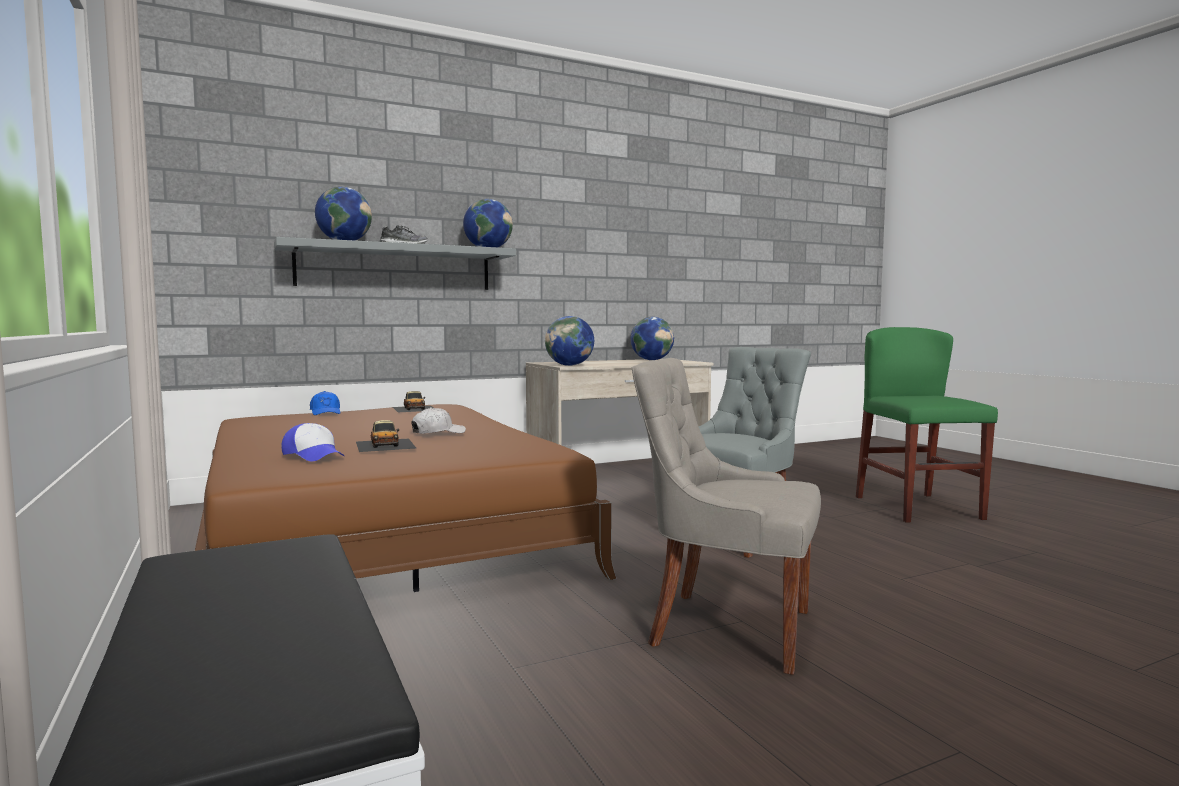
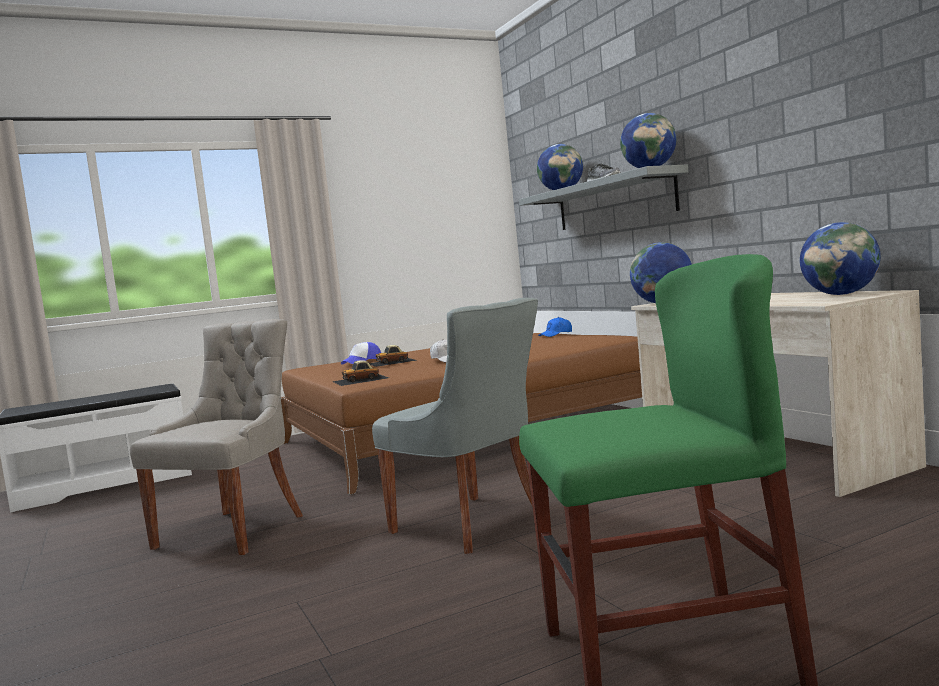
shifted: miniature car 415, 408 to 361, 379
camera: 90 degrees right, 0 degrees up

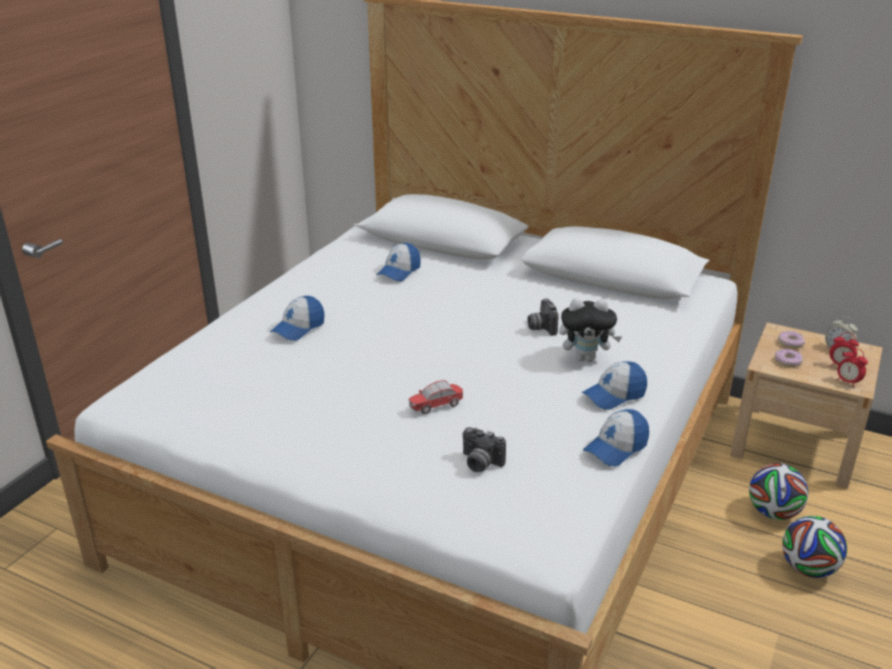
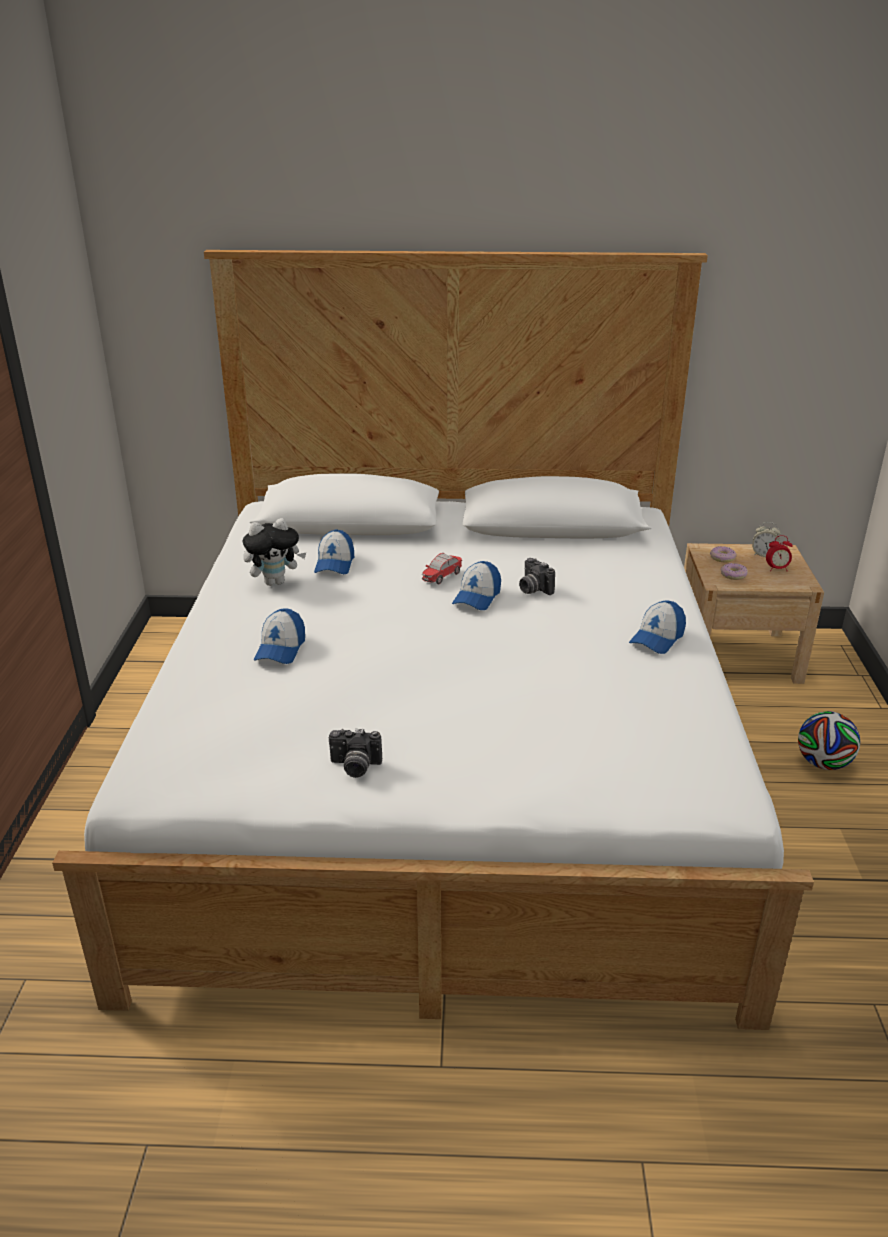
gone: football ball 773, 512; bedside clock 847, 382
shifted: miniature car 436, 406 to 442, 577; still camera 479, 463 to 355, 767; cuddly toy 586, 358 to 275, 582; baseball cap 616, 447 to 477, 597
camera: 25 degrees left, 0 degrees up

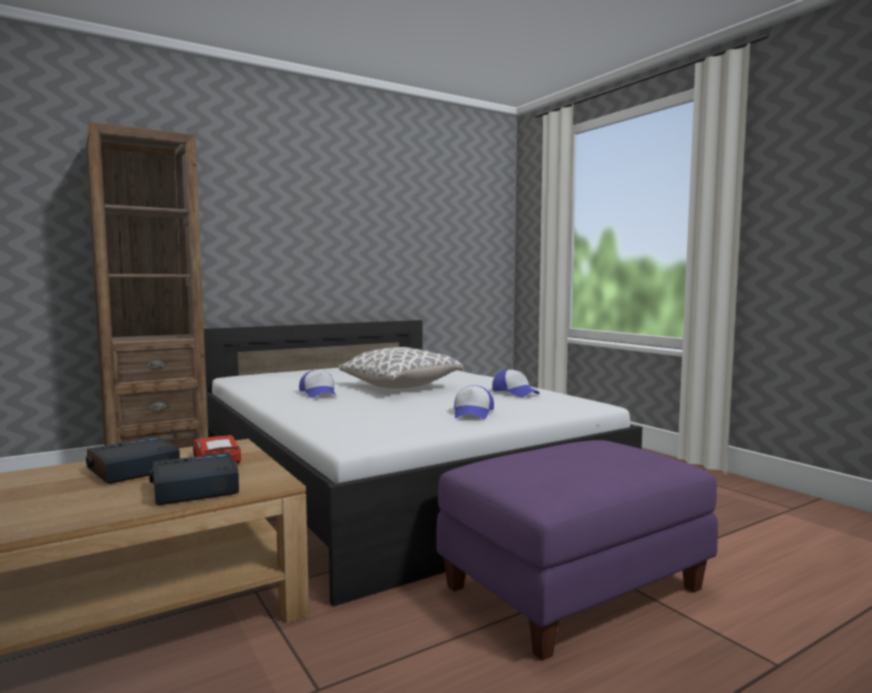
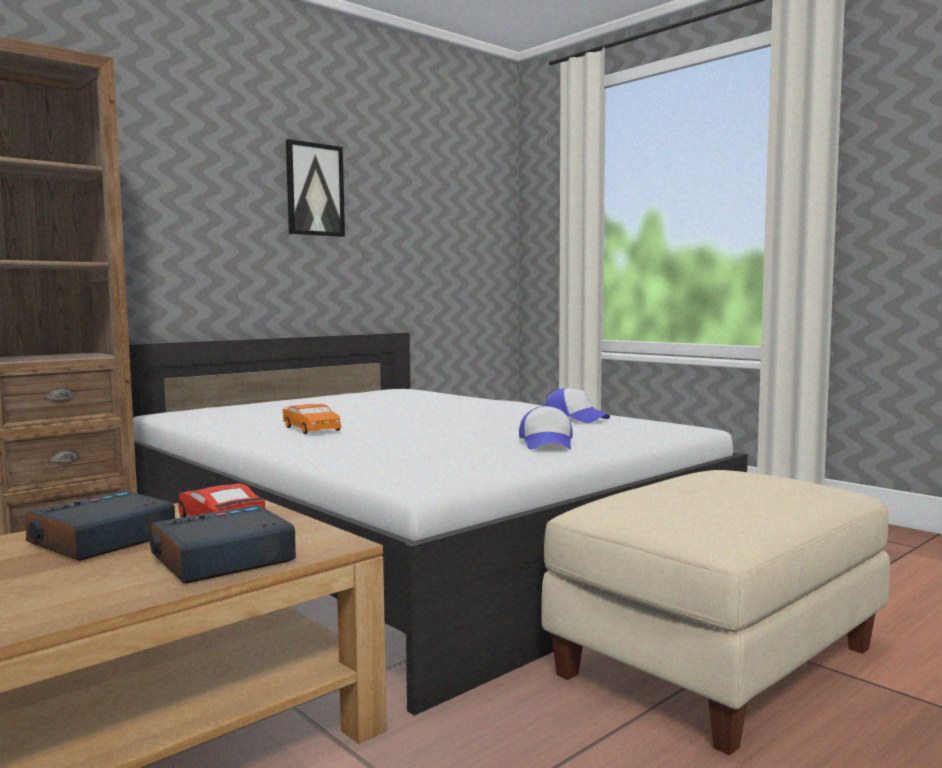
gone: cushion 400, 387
new: picture 314, 190
swapped: baseball cap 319, 393 to orange-coloured miniature car 311, 428
repainted: purple-coloured ottoman 573, 587 to beige ottoman 716, 660
camera: 10 degrees left, 0 degrees up

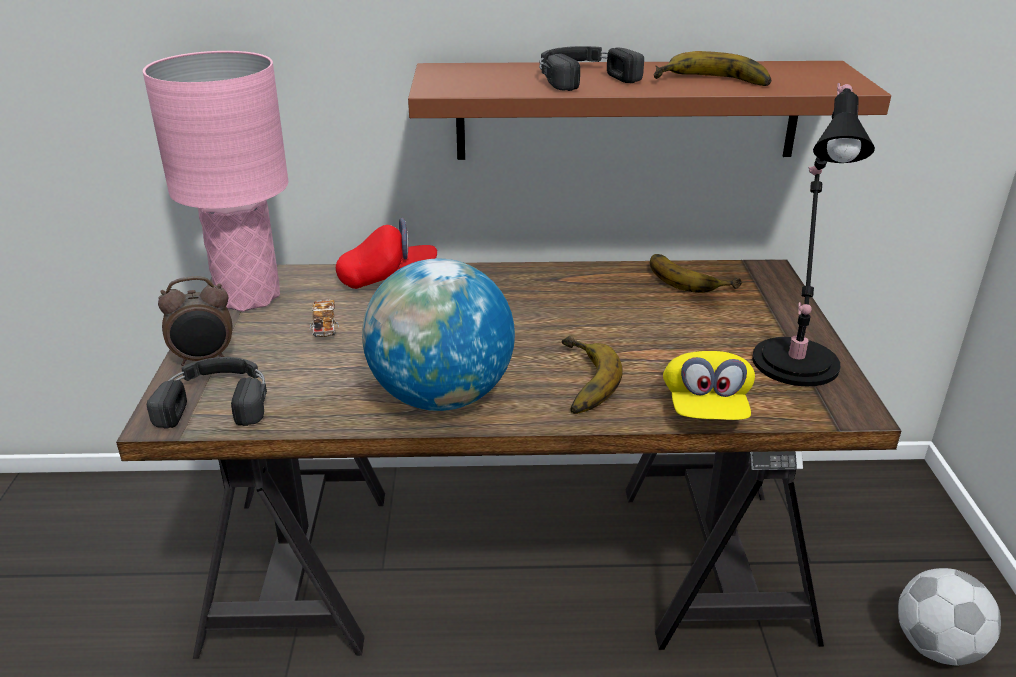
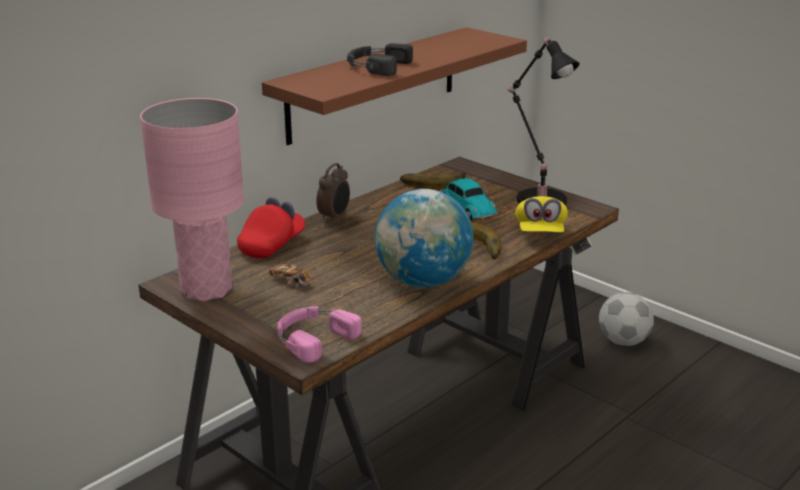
gone: whole banana 712, 83
new: miniature car 466, 207
shifted: bedside clock 204, 359 to 335, 217
repainted: black-coloured headphones 217, 400 to pinkish headphones 312, 338
rotated: yellow baseball cap 705, 408 = 540, 233 45 degrees clockwise
camera: 45 degrees left, 5 degrees down

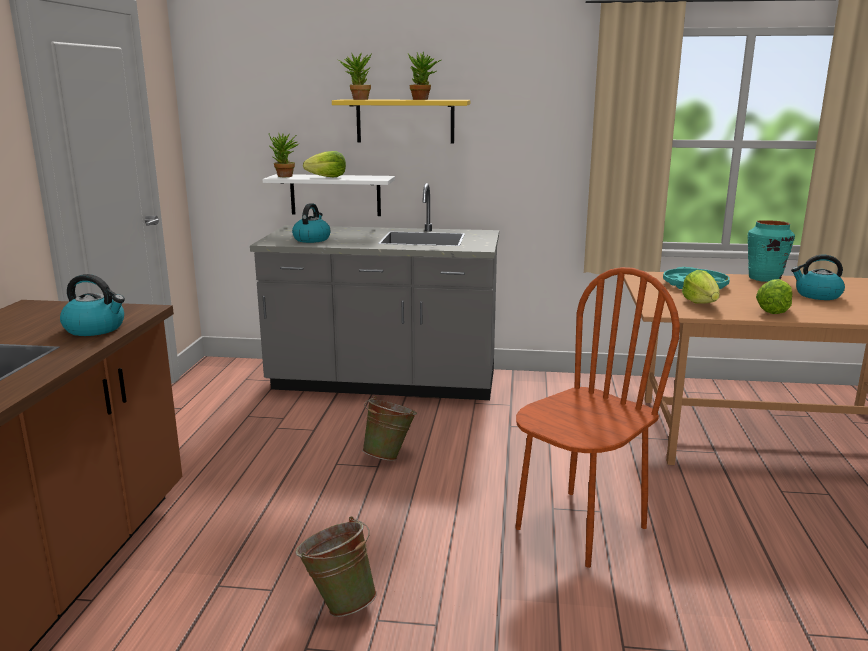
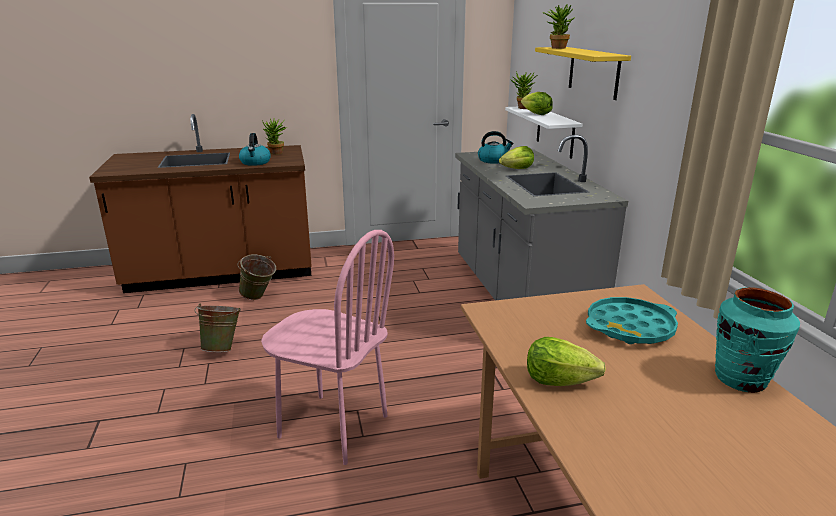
gone: water kettle 817, 295
shifted: greenish bucket 390, 456 to 259, 298; potted plant 423, 99 to 276, 153; head of lettuce 700, 303 to 517, 169
repainted: brownish chair 580, 527 to pinkish chair 333, 427
camera: 70 degrees right, 5 degrees up

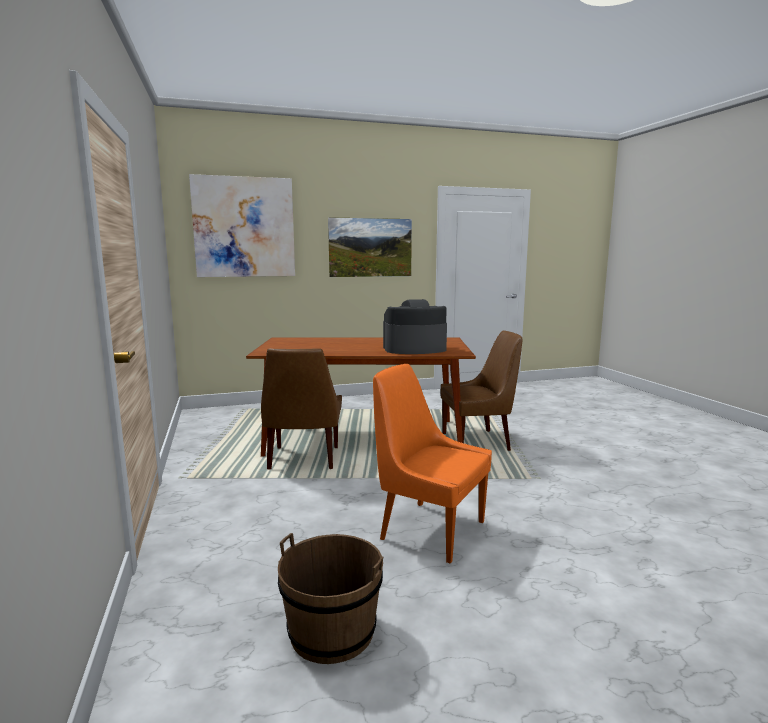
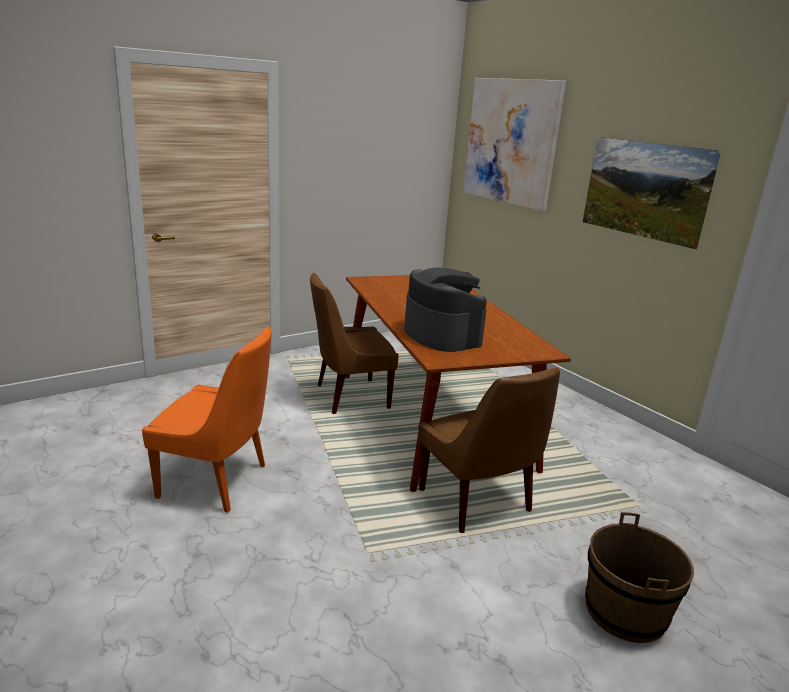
shifted: brownish bucket 332, 631 to 625, 612
rotated: orange-coloured chair 429, 529 = 217, 481 90 degrees clockwise
camera: 70 degrees right, 10 degrees up

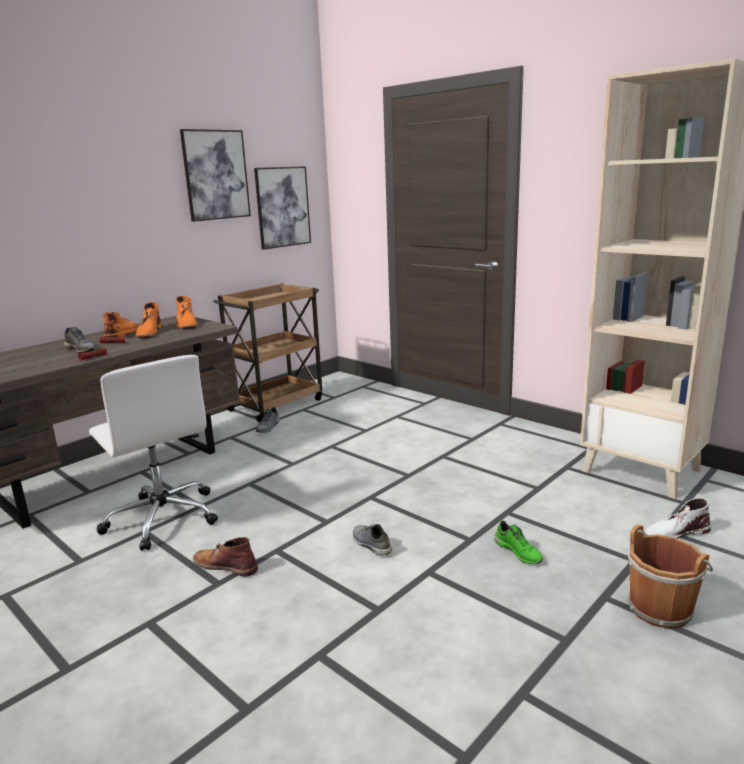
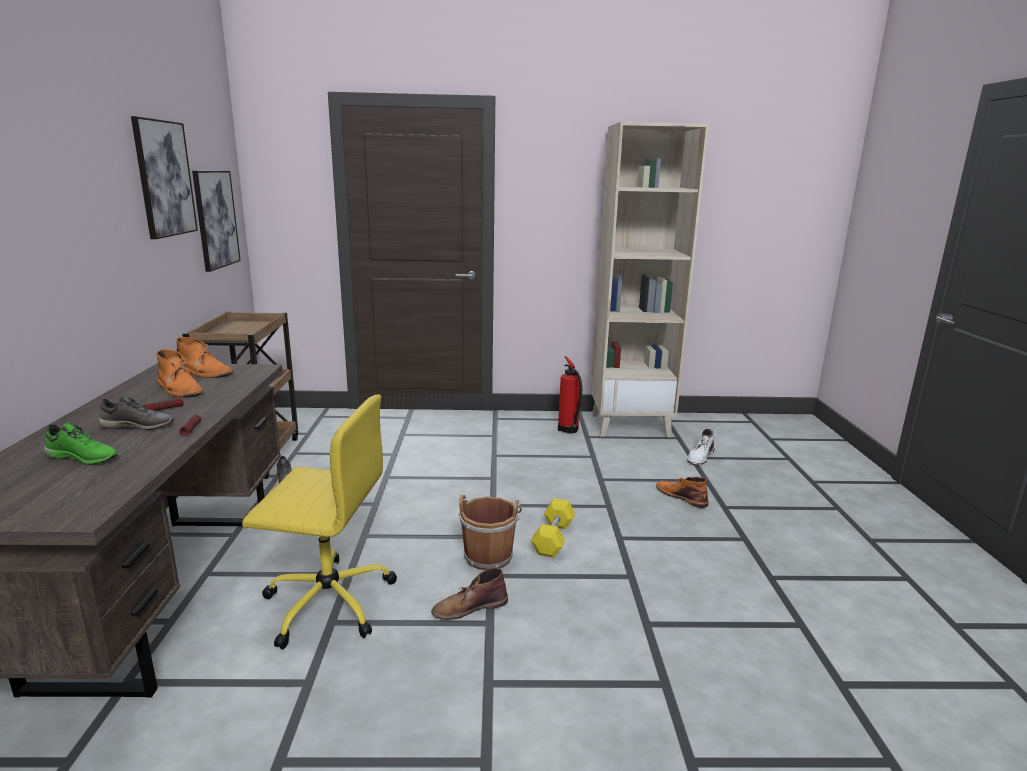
new: extinguisher 568, 430
shifted: orange-coloured high-top boot 122, 333 to 681, 496; greenish low shoe 518, 552 to 84, 457; brownish bucket 660, 607 to 488, 555
swapped: grey low shoe 370, 545 to yellow free weight 553, 538
repainted: whitish computer chair 162, 517 to yellow computer chair 327, 601
camera: 45 degrees left, 0 degrees up

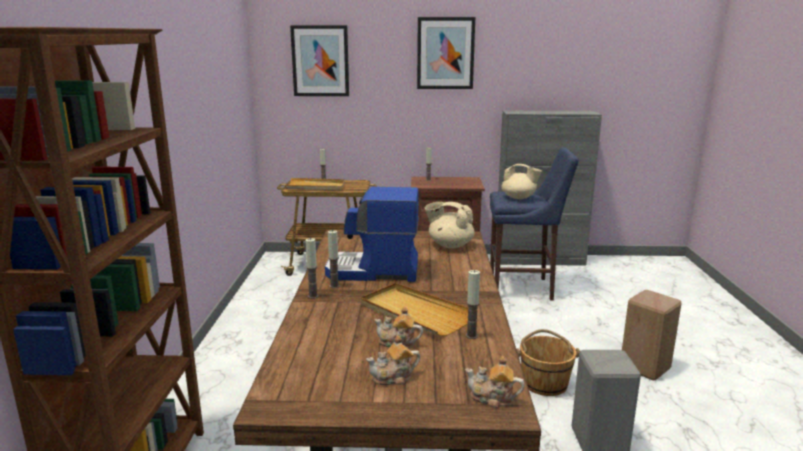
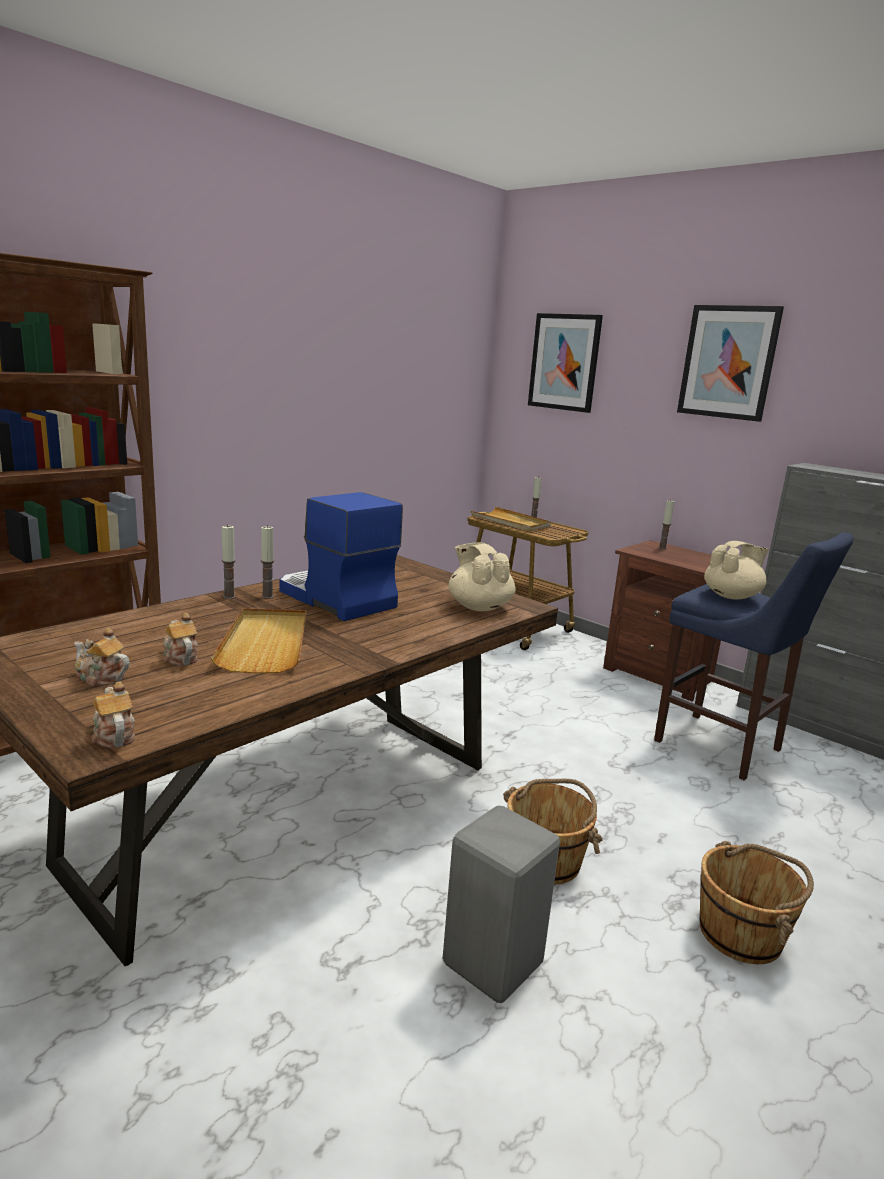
gone: wax candle 471, 336
swapped: beige stool 646, 368 to brownish bucket 742, 934
rotated: beige teapot 519, 198 = 732, 596 90 degrees counterclockwise
camera: 40 degrees right, 0 degrees up

